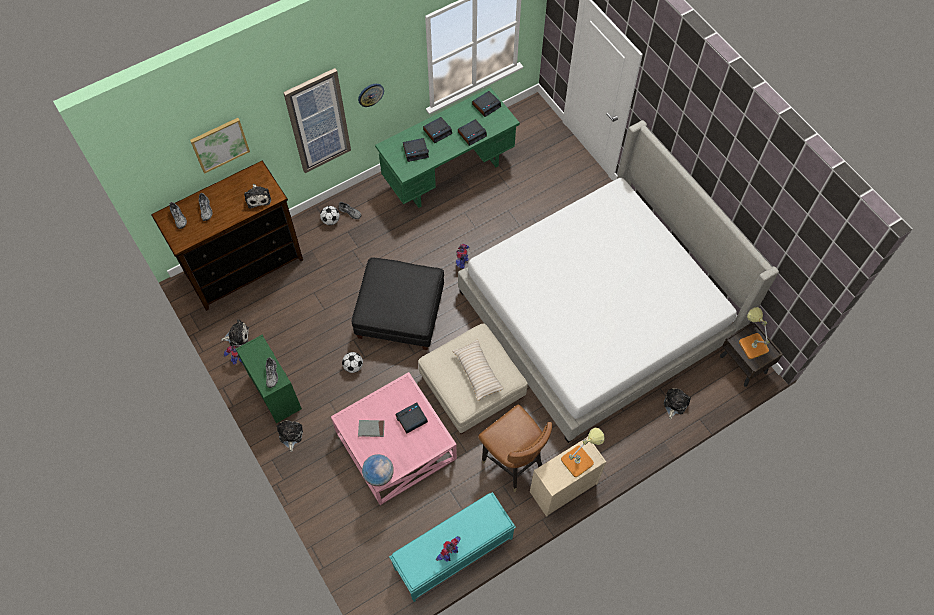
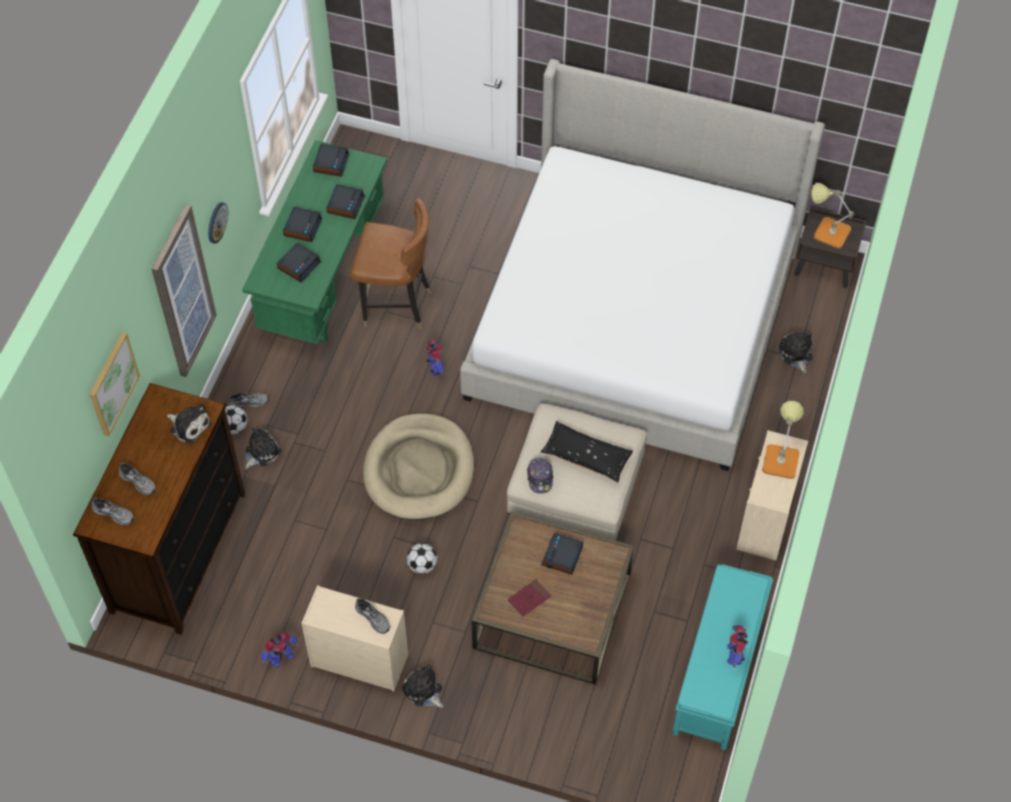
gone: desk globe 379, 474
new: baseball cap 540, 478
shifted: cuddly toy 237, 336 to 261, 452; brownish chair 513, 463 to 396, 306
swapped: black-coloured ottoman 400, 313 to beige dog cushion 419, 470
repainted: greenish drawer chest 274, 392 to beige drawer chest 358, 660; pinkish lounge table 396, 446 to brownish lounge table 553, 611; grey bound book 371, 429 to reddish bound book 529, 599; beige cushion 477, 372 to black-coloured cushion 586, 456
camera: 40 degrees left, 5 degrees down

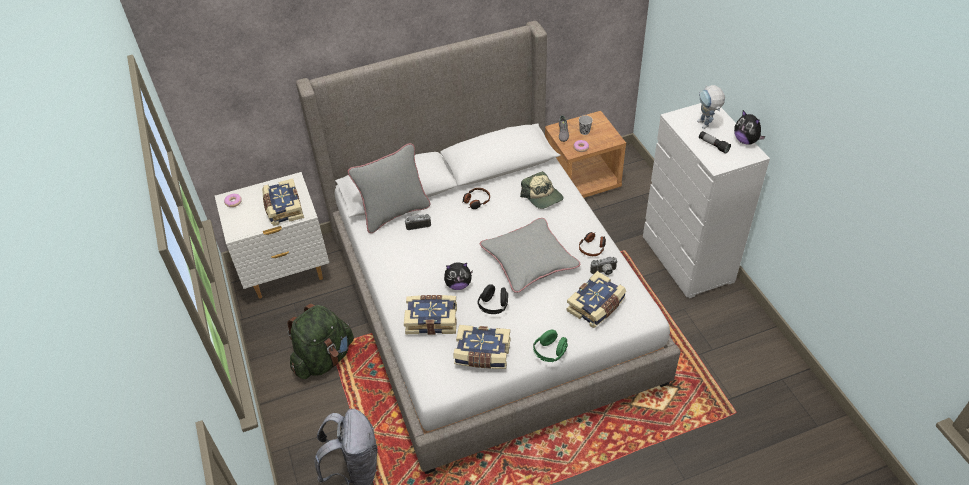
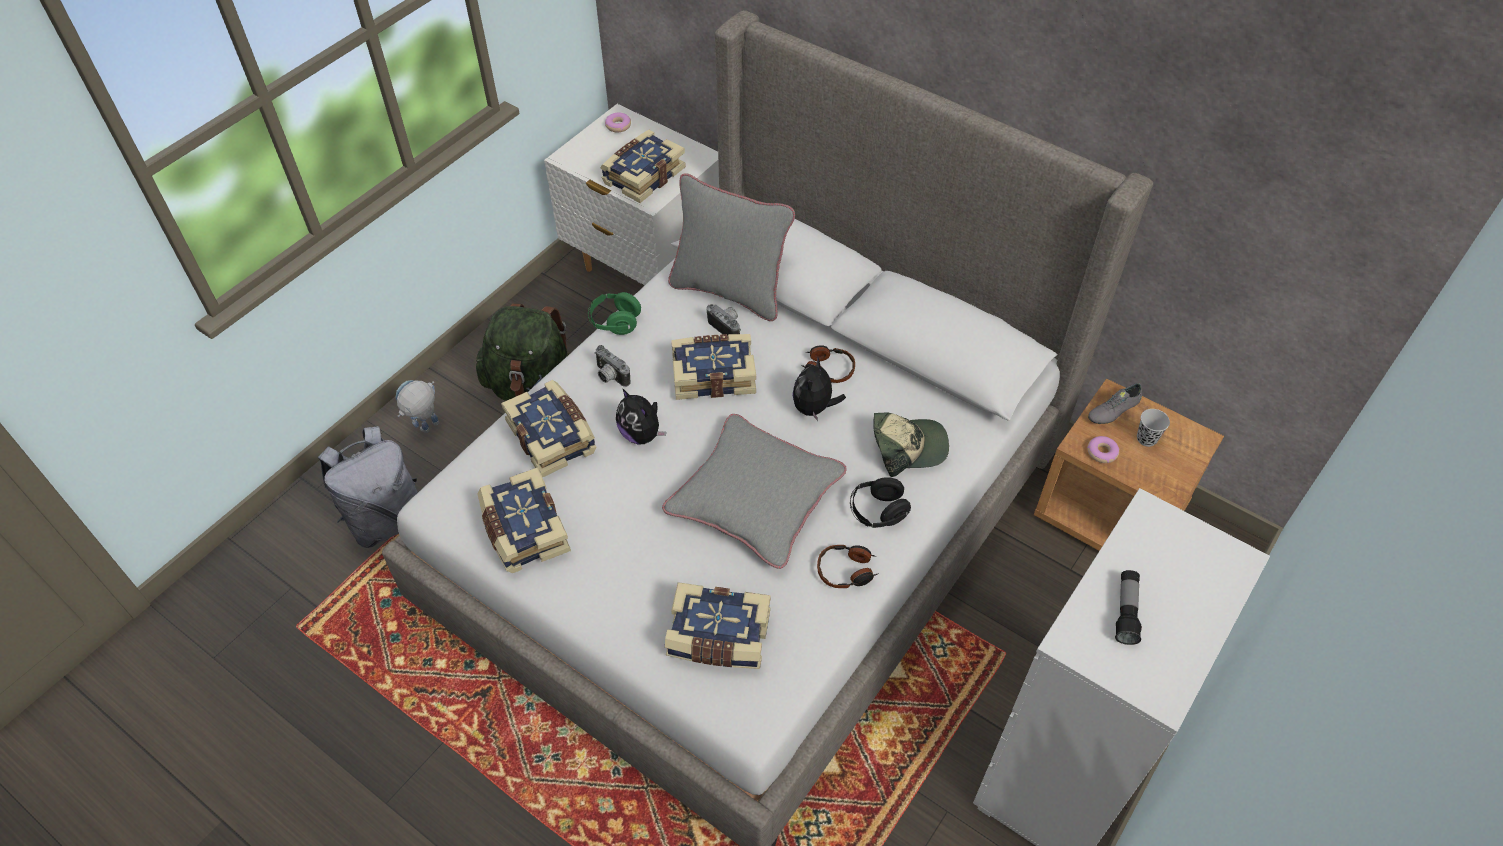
new: bound book 713, 374
shifted: black-coloured headphones 493, 306 to 877, 512; greenish headphones 550, 352 to 615, 322; still camera 604, 272 to 609, 377; toy robot 706, 126 to 427, 430; cuddly toy 746, 141 to 814, 408
rotated: baseball cap 542, 196 = 907, 447 120 degrees counterclockwise
camera: 55 degrees right, 5 degrees up

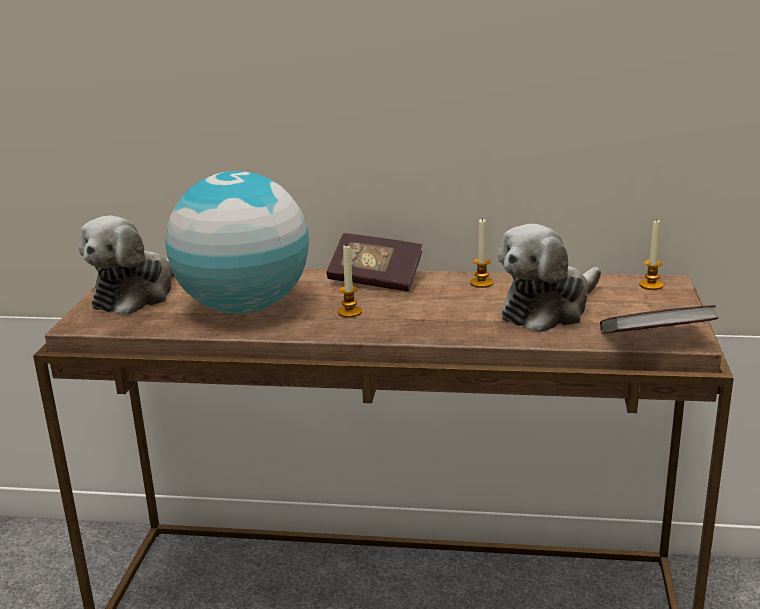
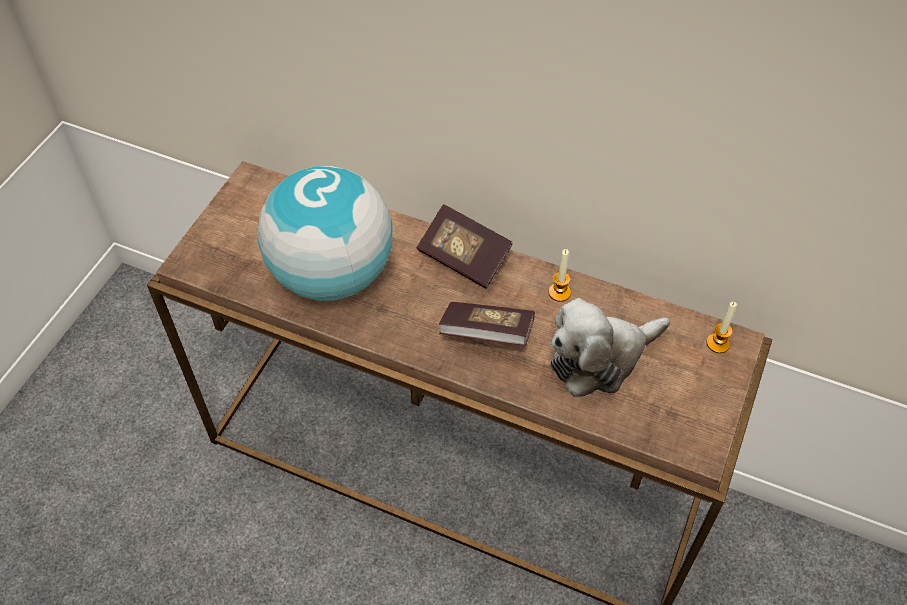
gone: cuddly toy 137, 294; wax candle 349, 312
shifted: bound book 655, 340 to 486, 333
camera: 15 degrees right, 30 degrees up

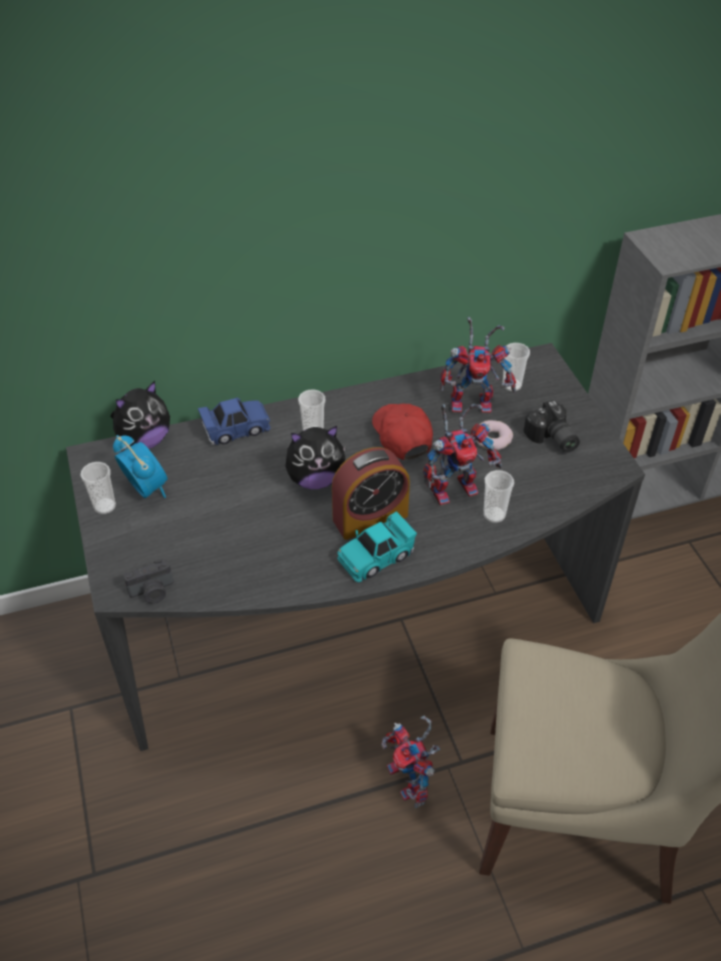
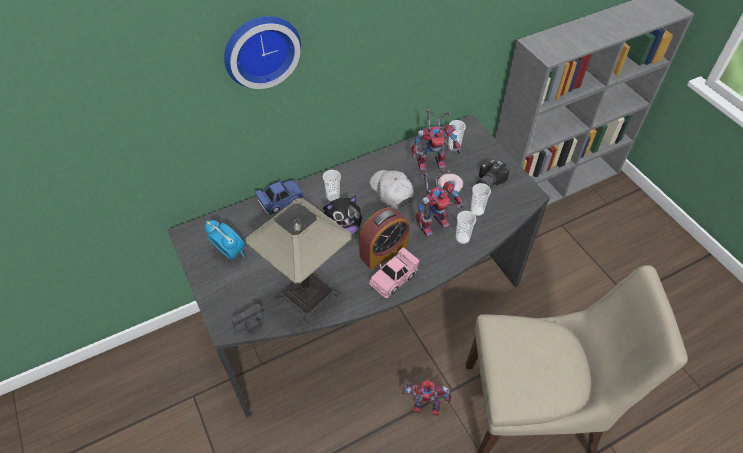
gone: cuddly toy 144, 441
new: hanging clock 260, 49; table lamp 307, 294
shifted: small cup 105, 506 to 477, 210
repainted: turquoise-coloured miniature car 376, 556 to pinkish miniature car 393, 278; reddish baseball cap 402, 436 to whitish baseball cap 391, 191
rotated: toy robot 412, 781 = 424, 408 135 degrees clockwise; still camera 551, 439 = 487, 181 75 degrees clockwise
camera: 10 degrees left, 5 degrees up

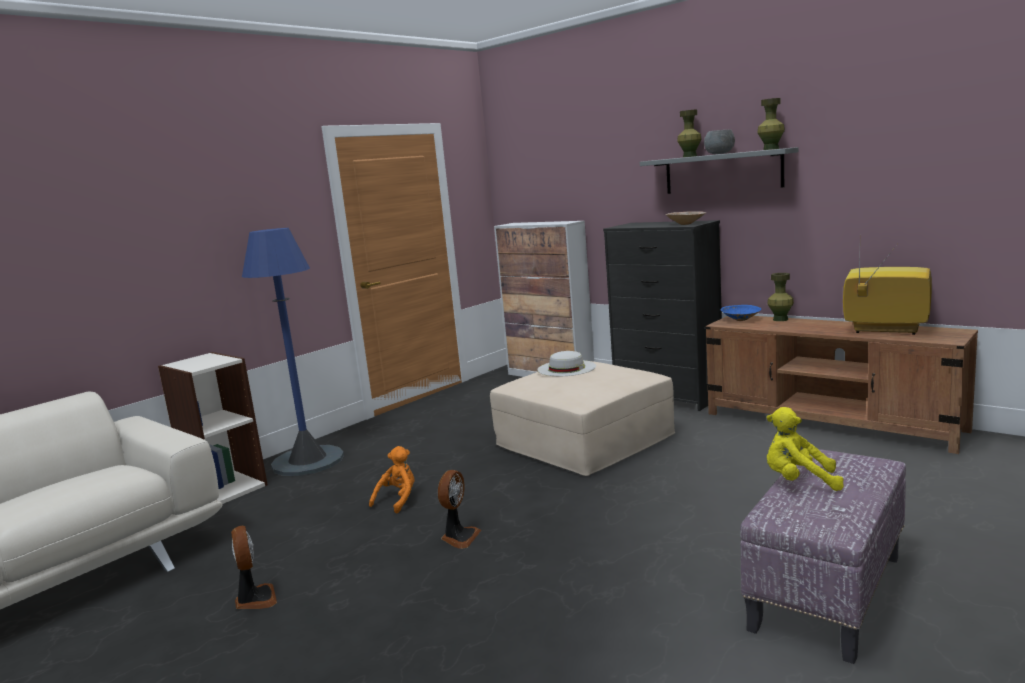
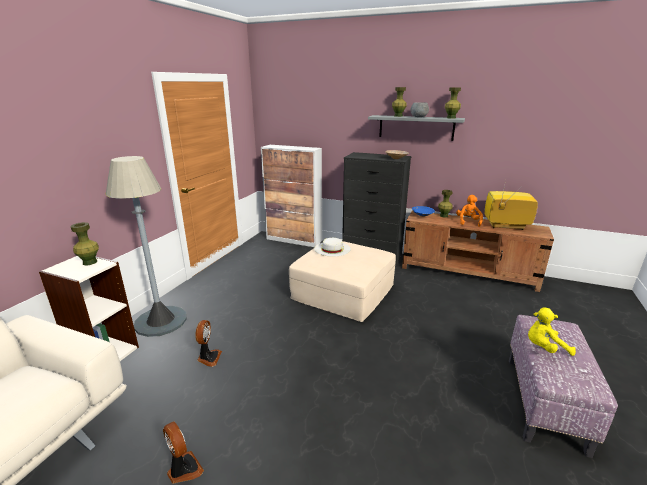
new: greenish decorative vase 90, 262
shifted: orange-coloured cuddly toy 398, 500 to 468, 222; electric fan 459, 537 to 208, 358
repainted: blue standing lamp 308, 461 to grey standing lamp 161, 321
camera: 20 degrees left, 10 degrees up

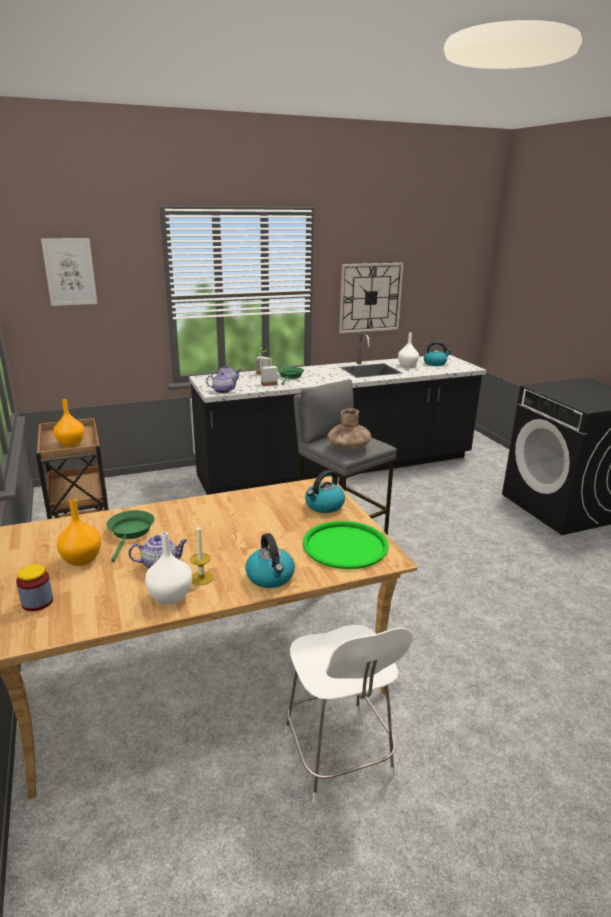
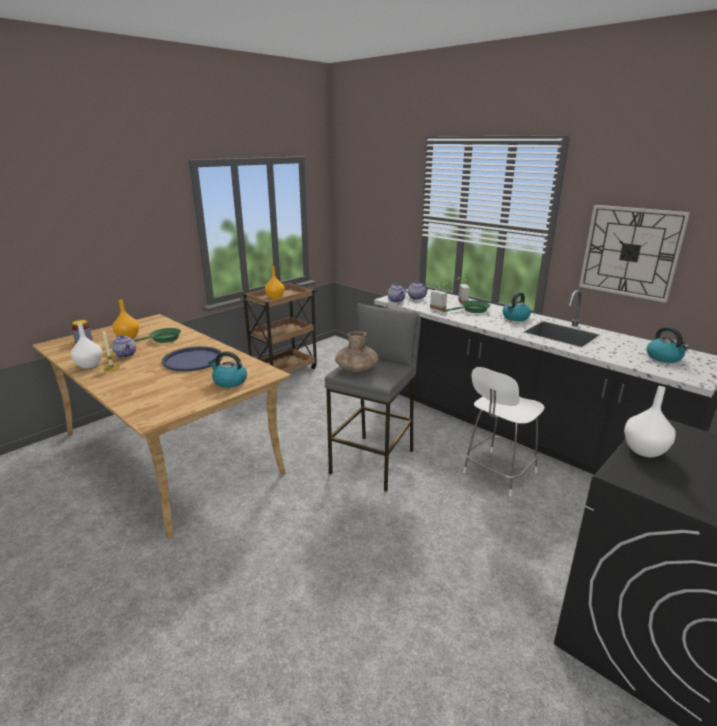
gone: picture 70, 272; greenish tray 345, 545
new: blue tray 193, 360
shifted: water kettle 270, 577 to 515, 318; whitish chair 339, 756 to 498, 473; whitish decorative vase 408, 366 to 645, 451
camera: 65 degrees right, 0 degrees up

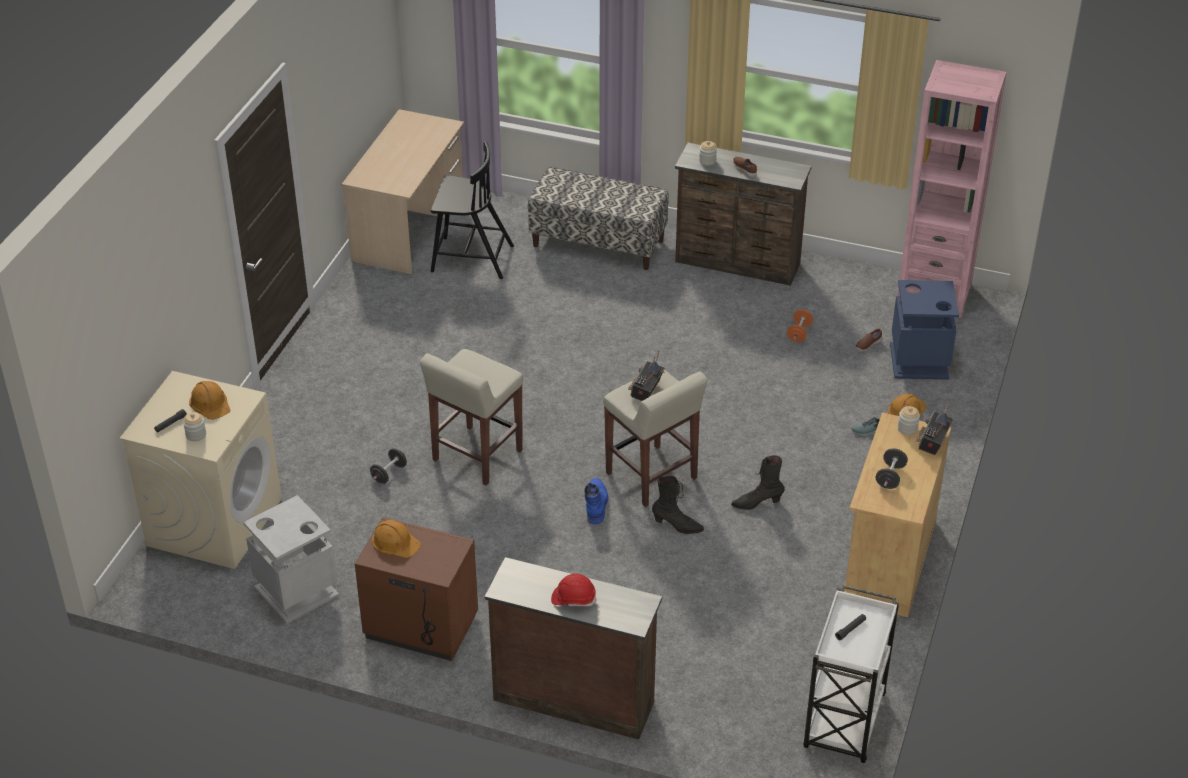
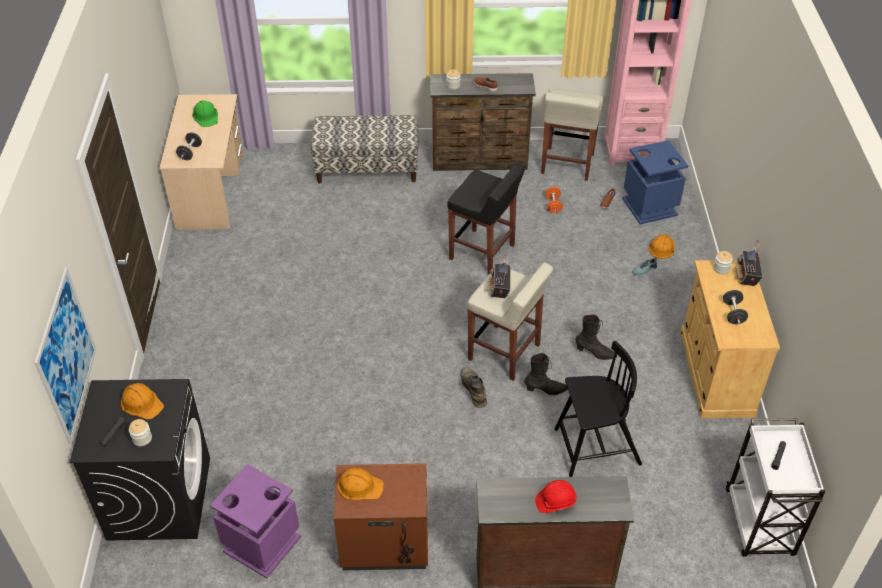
new: picture 66, 355; greenish safety helmet 206, 116; black-coloured stool 483, 253
shifted: black-coloured free weight 389, 473 to 190, 153; beige stool 476, 456 to 567, 164; black-coloured chair 470, 258 to 595, 447
repainted: beige laundry machine 214, 521 to black-coloured laundry machine 159, 497; grey waste bin 295, 591 to purple-coloured waste bin 261, 544; blue high-top boot 596, 504 to greenish high-top boot 473, 389
rotated: black-coloured high-top boot 757, 503 = 595, 353 135 degrees counterclockwise
camera: 20 degrees left, 5 degrees up

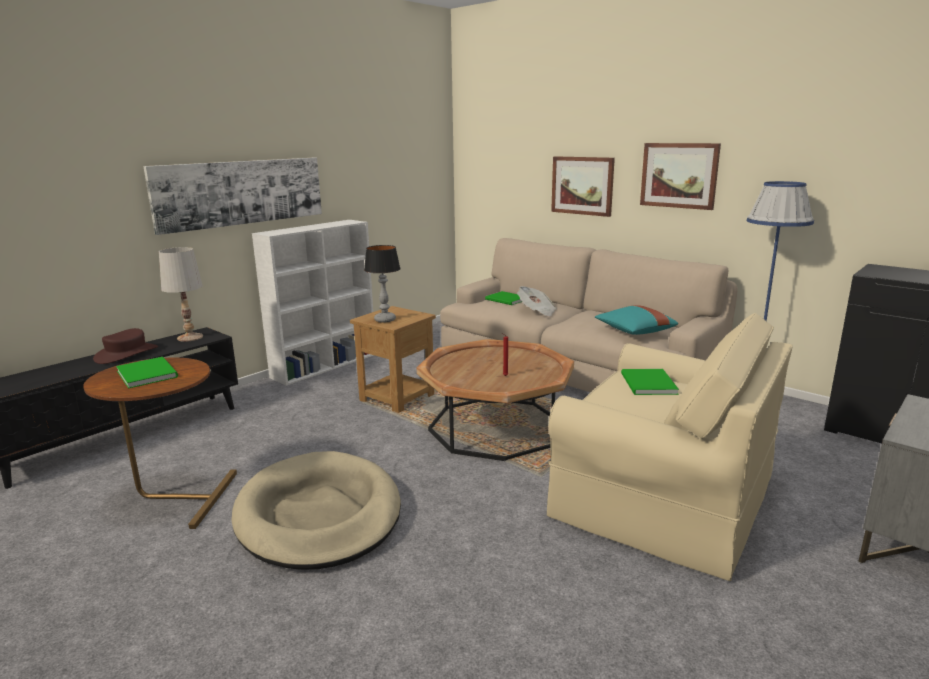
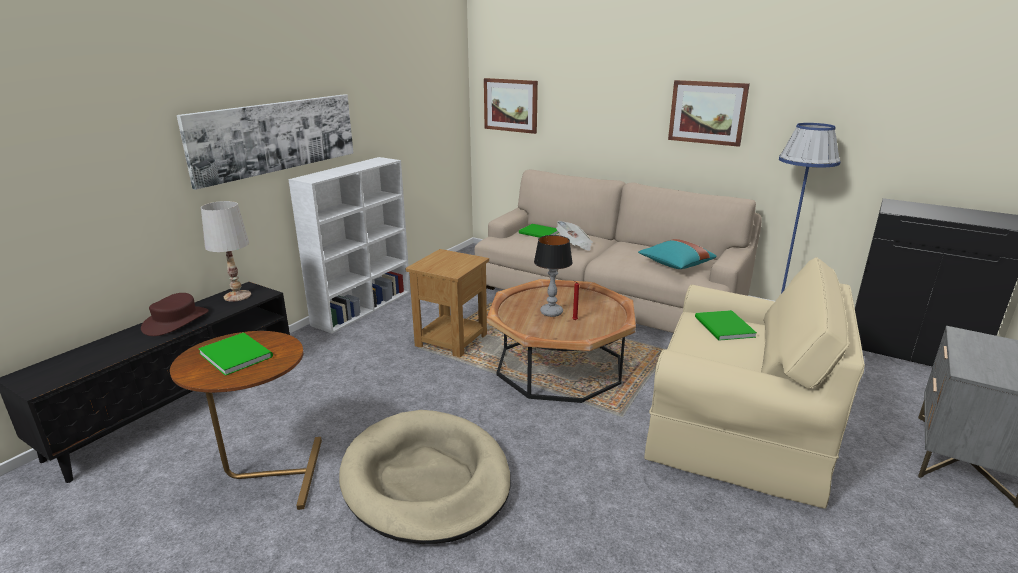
shifted: table lamp 384, 320 to 551, 312; picture 582, 185 to 511, 105
camera: 10 degrees left, 5 degrees up

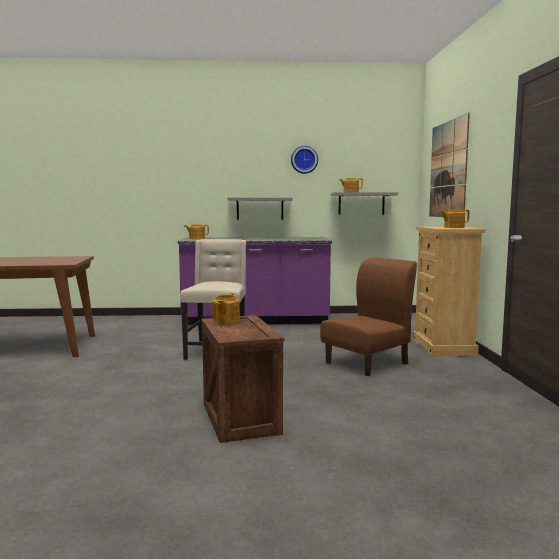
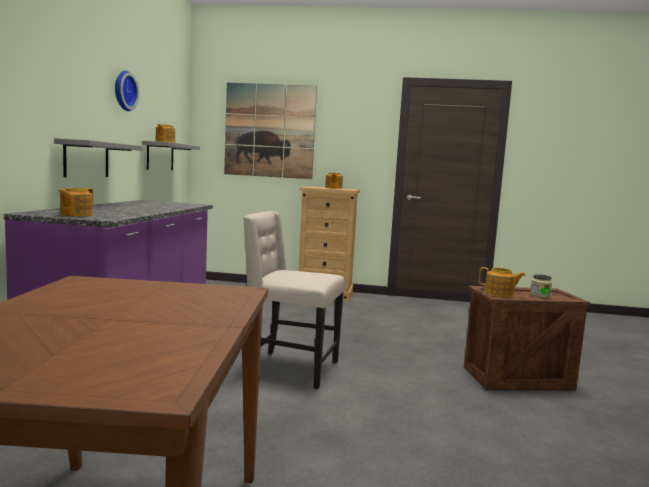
gone: brownish chair 367, 363
new: storage jar 540, 295
camera: 80 degrees left, 0 degrees up

